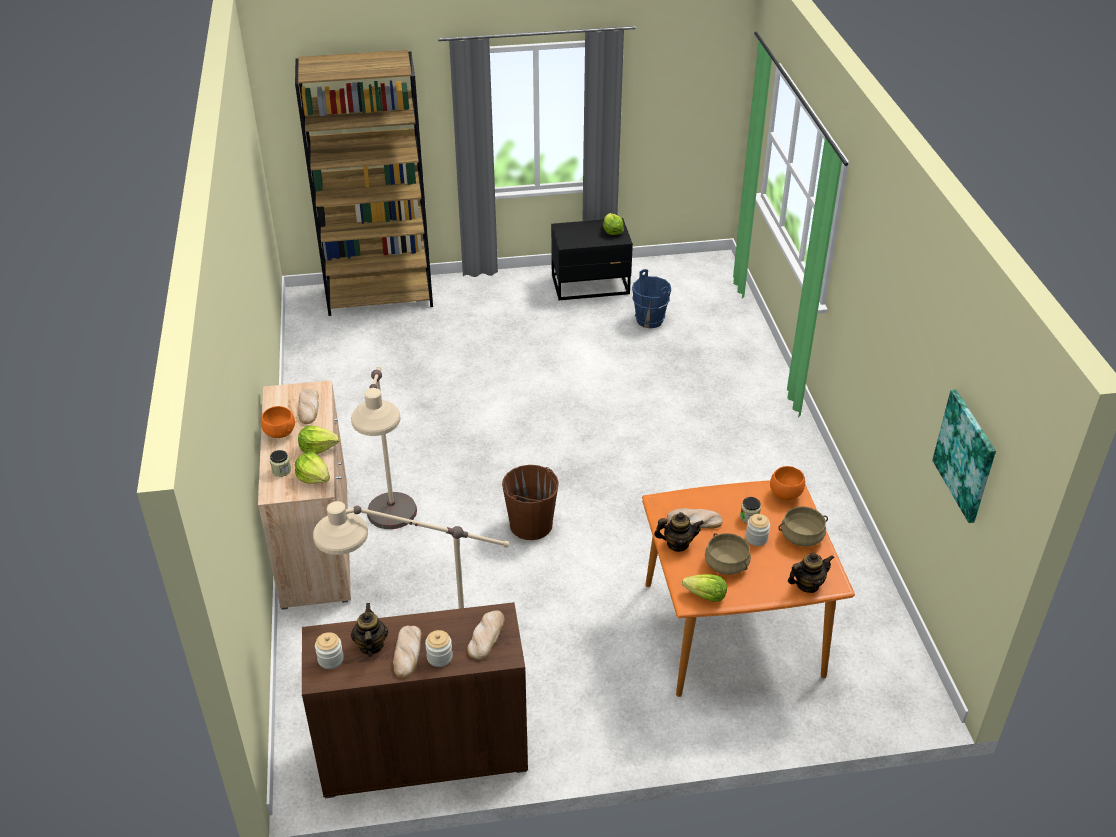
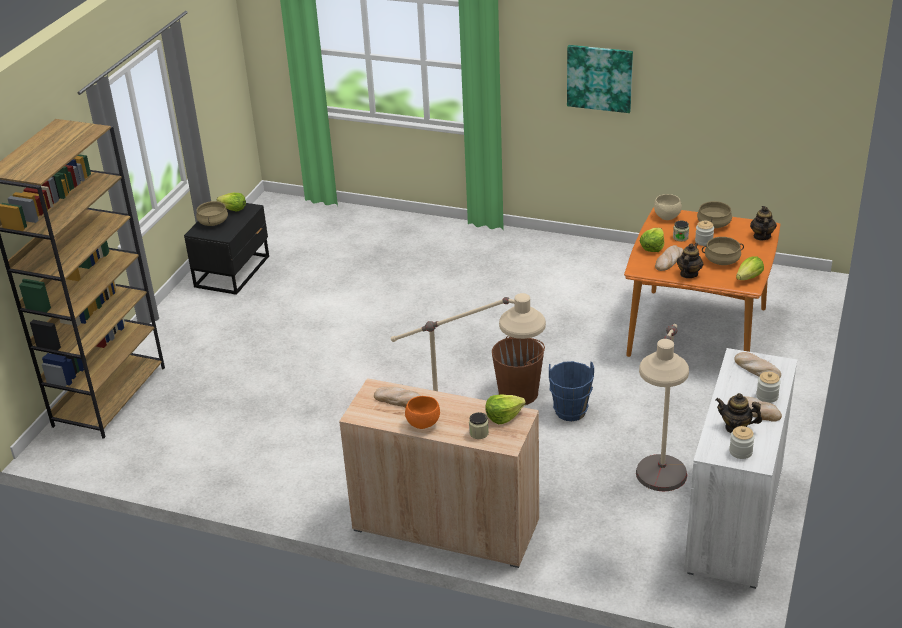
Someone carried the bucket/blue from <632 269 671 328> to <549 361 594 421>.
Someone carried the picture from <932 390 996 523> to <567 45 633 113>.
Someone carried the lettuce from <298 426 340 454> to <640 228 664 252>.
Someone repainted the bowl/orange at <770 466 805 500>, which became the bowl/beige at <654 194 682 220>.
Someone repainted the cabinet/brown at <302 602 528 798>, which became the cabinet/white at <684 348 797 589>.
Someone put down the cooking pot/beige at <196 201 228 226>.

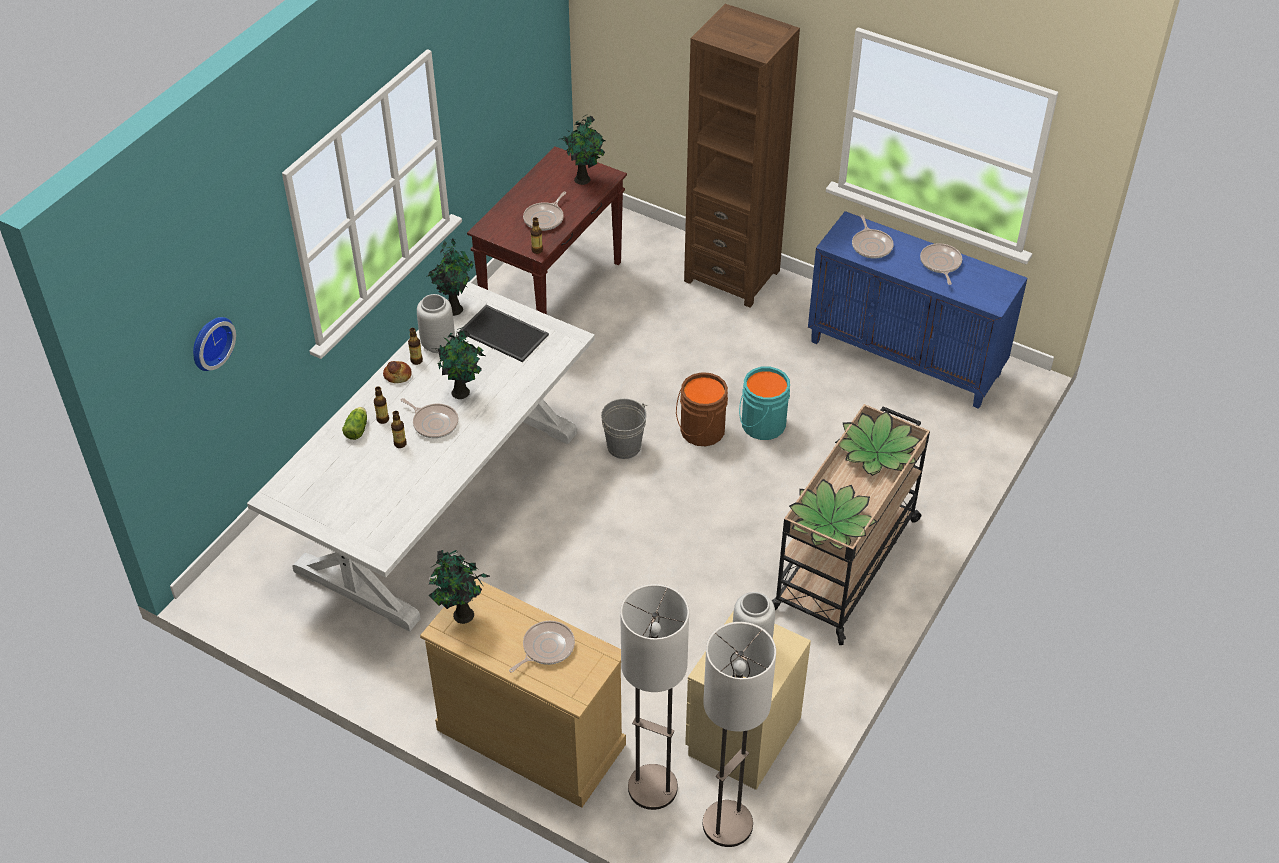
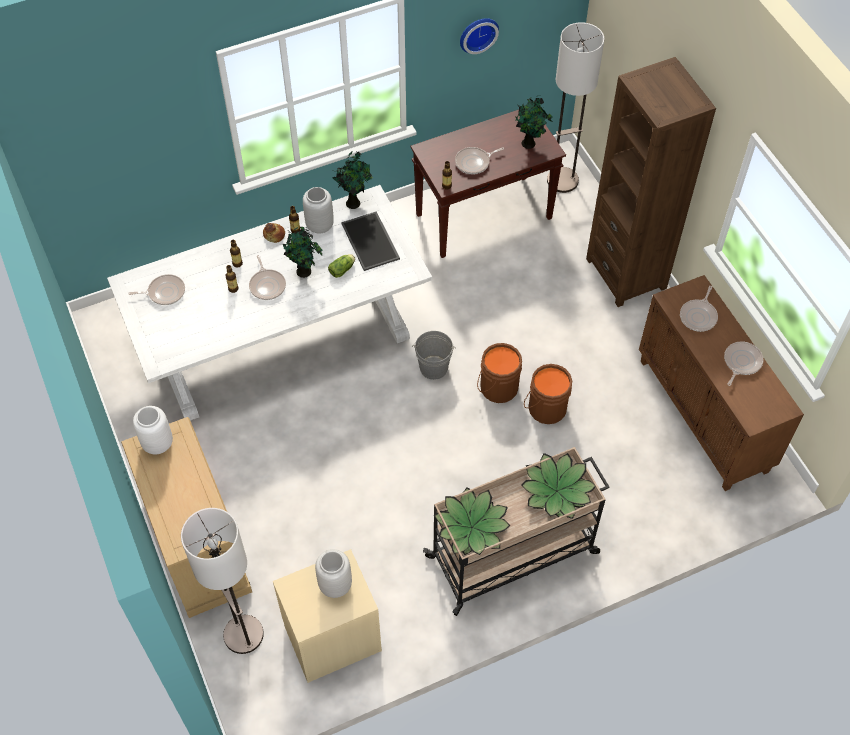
Someone repainted the cabinet/blue at <808 211 1028 409>, which became the cabinet/brown at <639 275 804 491>.
Someone carried the wall clock from <193 317 236 371> to <460 18 499 54>.
Someone repainted the bucket/turquoise at <739 367 790 440>, which became the bucket/brown at <524 364 572 424>.
Someone carried the lettuce from <342 407 367 440> to <328 254 355 278>.
Someone swapped the potted plant at <429 550 490 624> for the vase/white at <133 406 173 454>.
Someone carried the frying pan from <509 621 575 673> to <128 274 185 305>.
Someone carried the floor lamp from <703 622 776 847> to <547 22 605 193>.

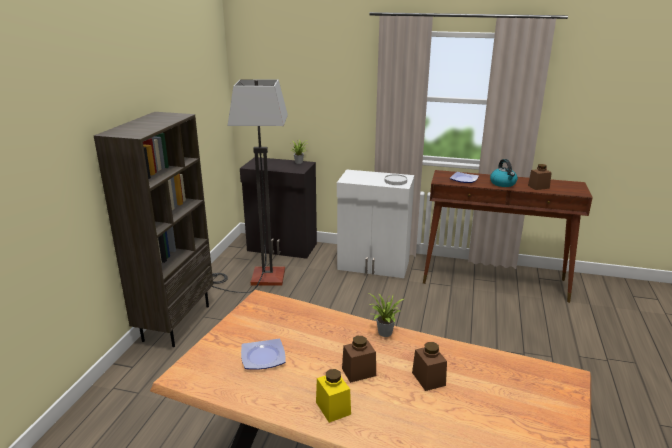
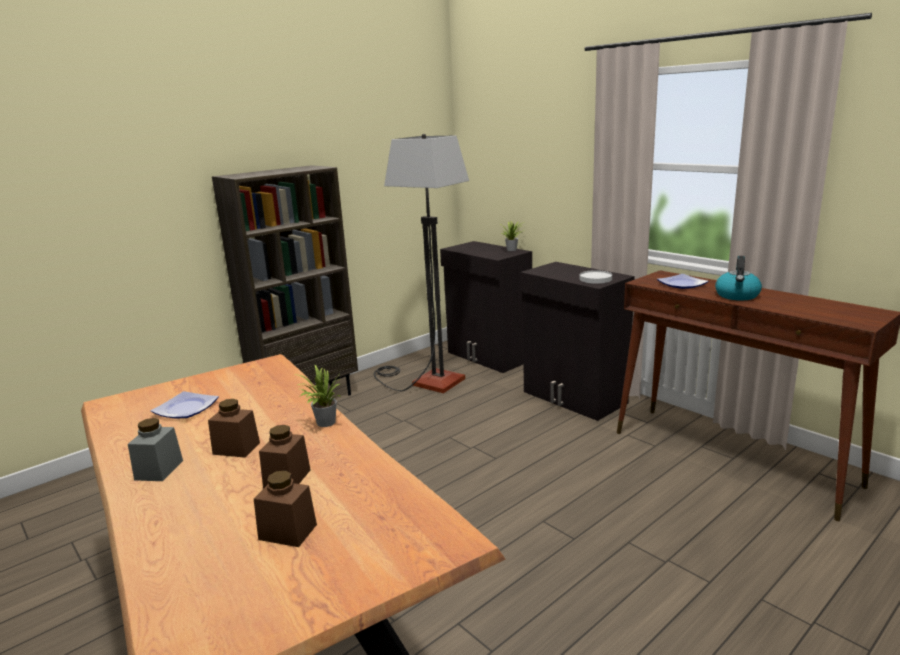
Someone carried the jar/brown from <528 164 552 190> to <254 471 317 547>.
Someone repainted the cabinet/white at <337 169 415 278>, which became the cabinet/black at <520 262 635 421>.
Someone repainted the jar/yellow at <316 369 351 423>, which became the jar/grey at <128 418 183 481>.

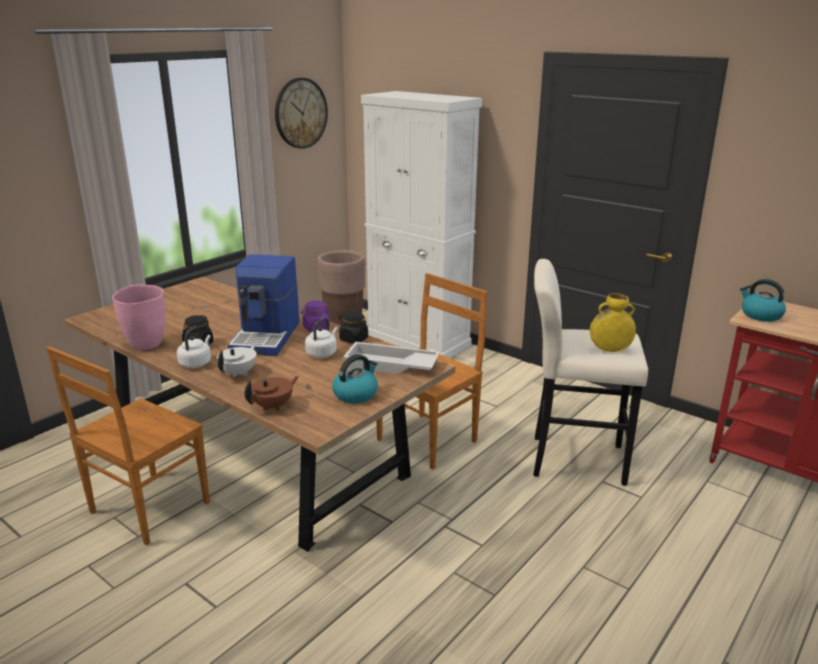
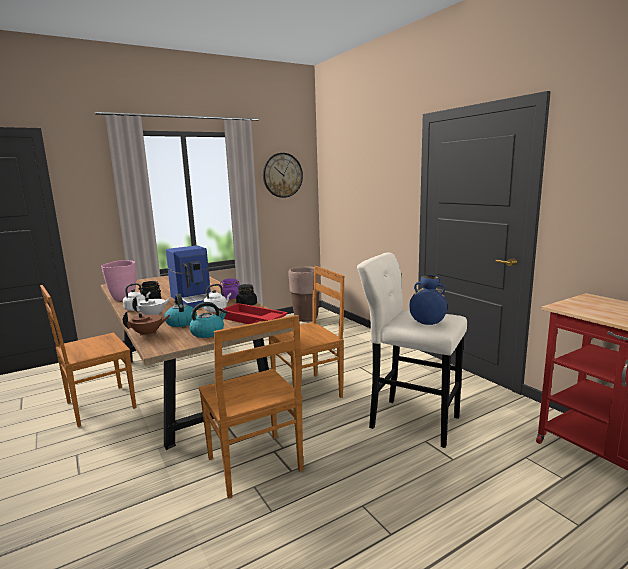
Someone took away the cabinet/white at <361 91 482 358>.
Someone rotated the coffee machine at <228 254 300 356> by 60 degrees counterclockwise.
Someone carried the kettle from <740 279 786 322> to <164 294 197 327>.
Someone repainted the vase/yellow at <590 293 636 352>, which became the vase/blue at <409 275 447 325>.
Someone repainted the tray/white at <343 342 440 374>, which became the tray/red at <219 303 288 324>.
Someone put down the chair/brown at <198 315 303 499>.

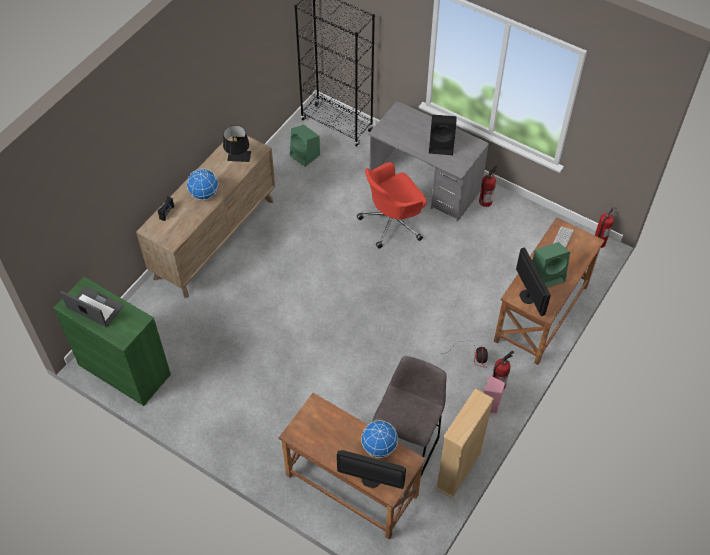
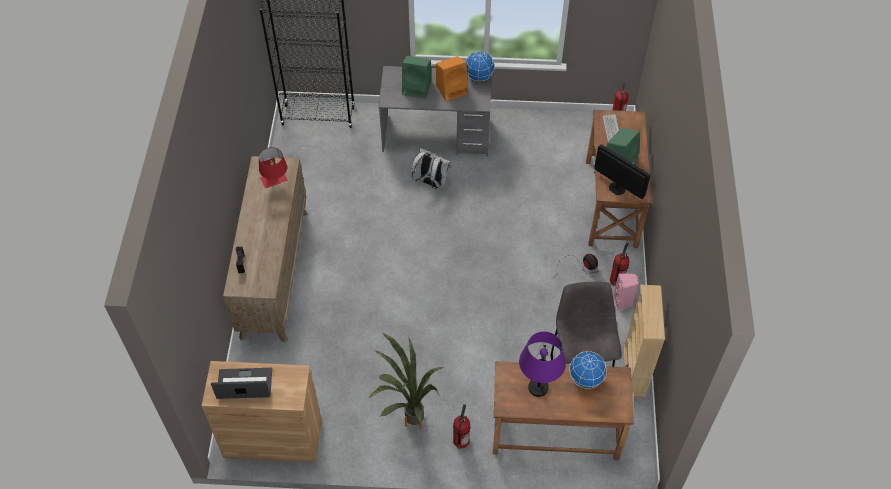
Someone repainted the speaker/black at <429 115 456 155>, which became the speaker/orange at <436 56 468 101>.
Someone repainted the table lamp/black at <223 125 251 162>, which became the table lamp/red at <259 147 288 189>.
Someone carried the speaker/green from <290 125 320 167> to <402 56 431 99>.
Someone swapped the office chair/red at <357 162 427 249> for the backpack/white at <412 148 451 189>.
Someone carried the fire extinguisher from <479 165 498 207> to <453 404 470 449>.
Someone carried the globe from <187 169 218 200> to <466 51 495 82>.
Someone repainted the cabinet/green at <53 277 171 406>, which became the cabinet/brown at <202 361 322 463>.
Someone took away the monitor at <337 450 406 489>.
Someone put down the table lamp/purple at <519 331 566 397>.
Someone put down the potted plant at <369 333 443 429>.

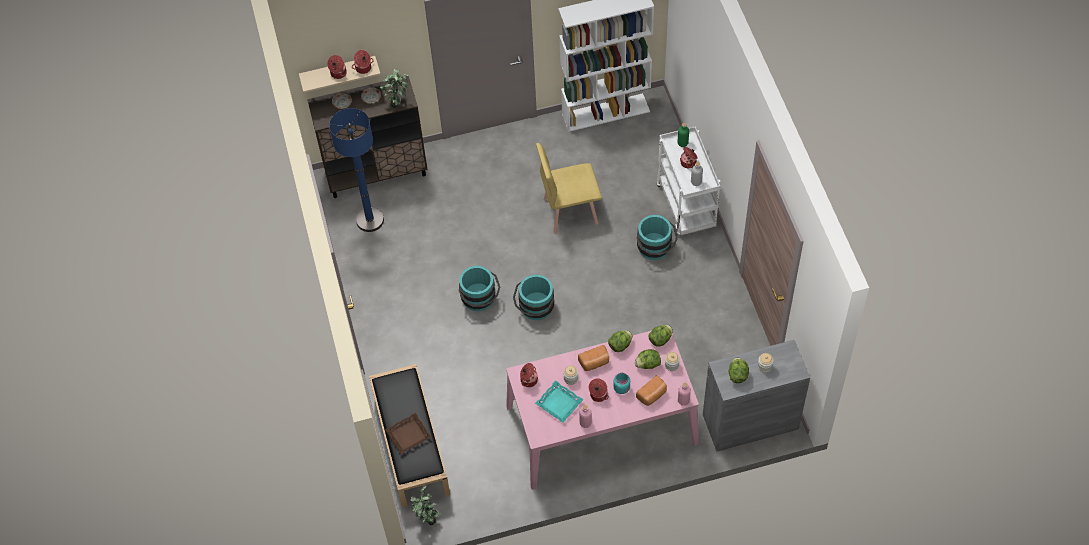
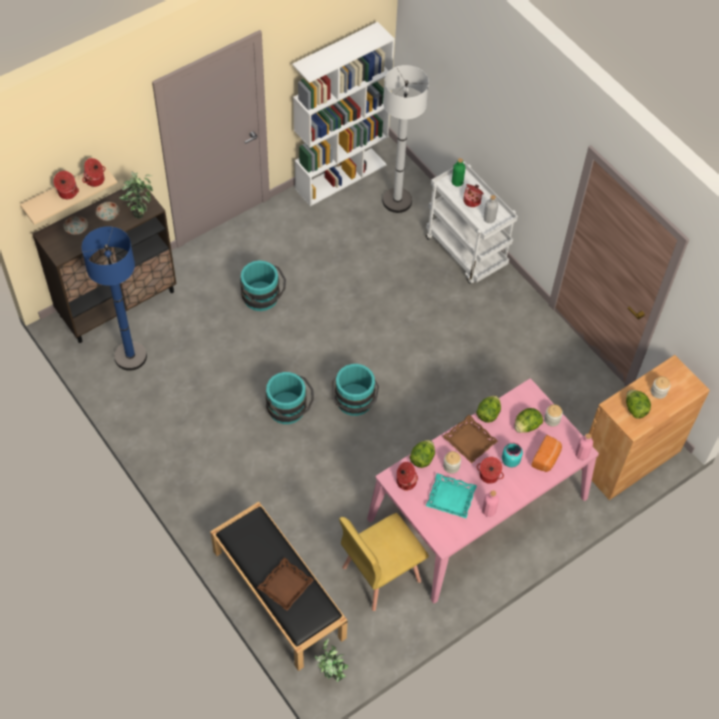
Someone carried the chair/yellow from <536 143 602 234> to <339 513 429 611>.
Someone carried the bucket/turquoise from <637 215 678 260> to <240 261 286 311>.
Someone carried the lettuce from <649 325 673 347> to <410 440 435 468>.
Someone repainted the cabinet/grey at <703 340 810 452>, which became the cabinet/brown at <581 355 710 500>.
Someone swapped the bread at <578 345 609 371> for the tray/brown at <442 415 498 464>.
Someone put down the floor lamp/white at <383 65 429 213>.

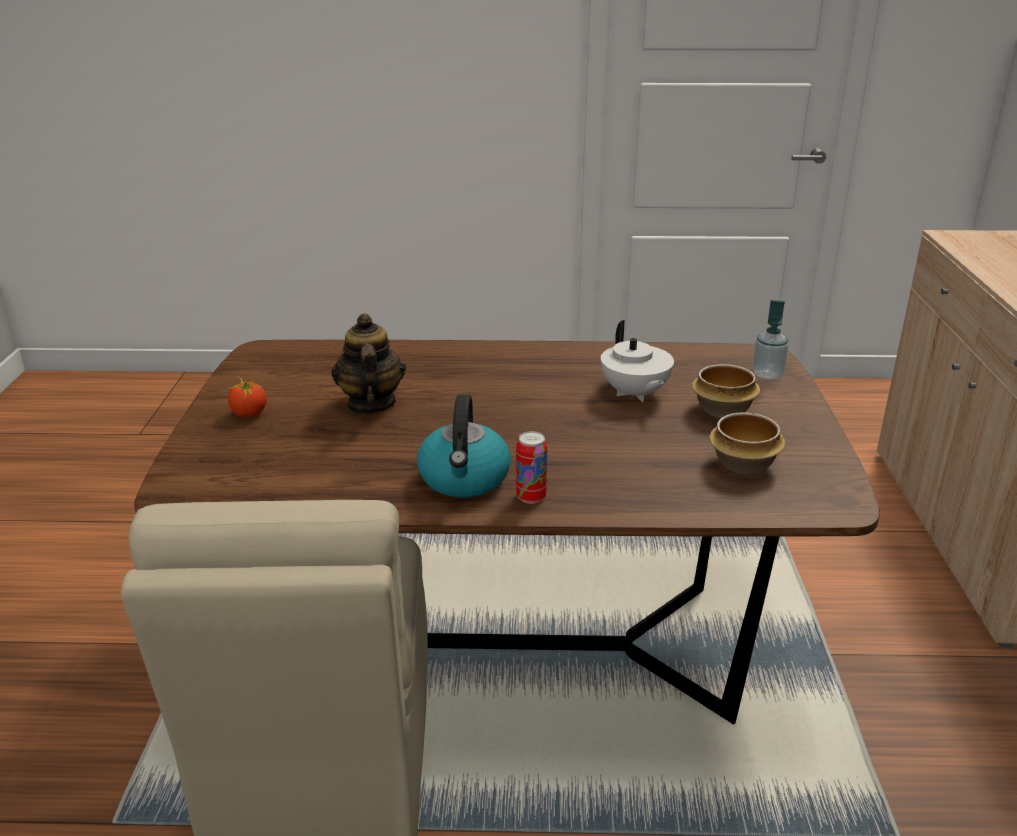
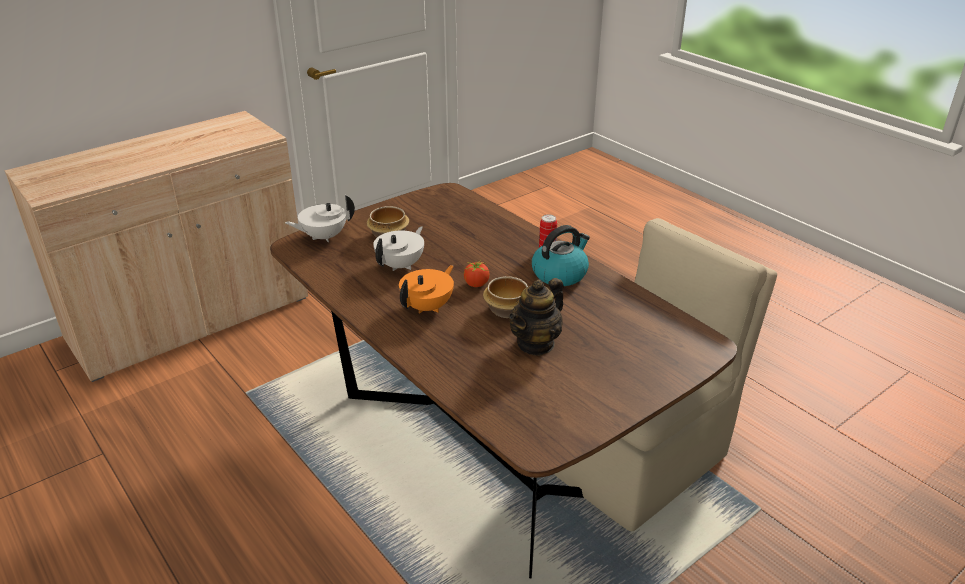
Someone swapped the soap dispenser at <752 300 789 380> for the teapot/white at <285 195 355 242>.
Someone carried the tomato from <225 376 267 417> to <464 260 490 287>.
Someone carried the bowl from <709 412 786 474> to <483 276 528 318>.
Someone put down the teapot/orange at <399 265 454 313>.

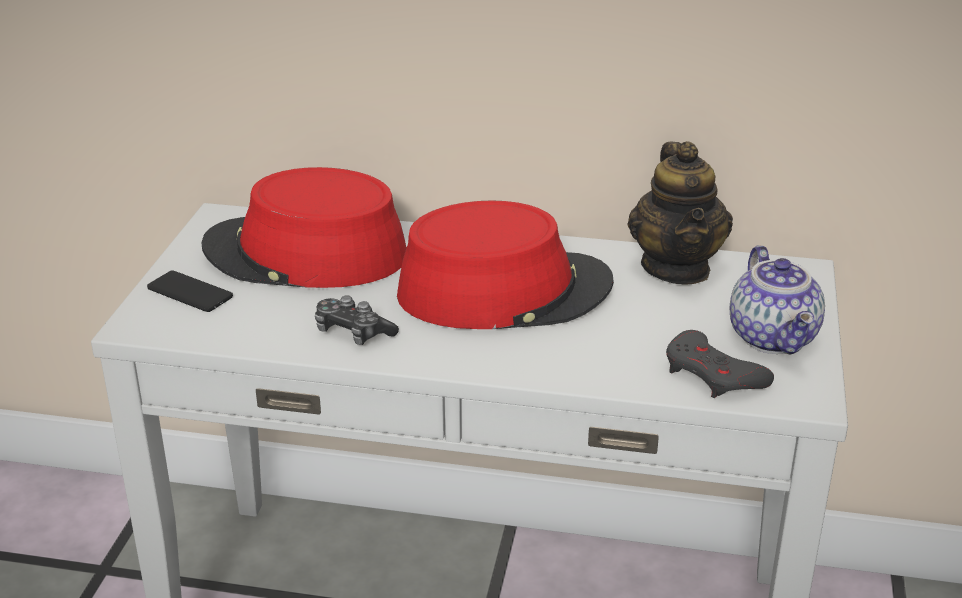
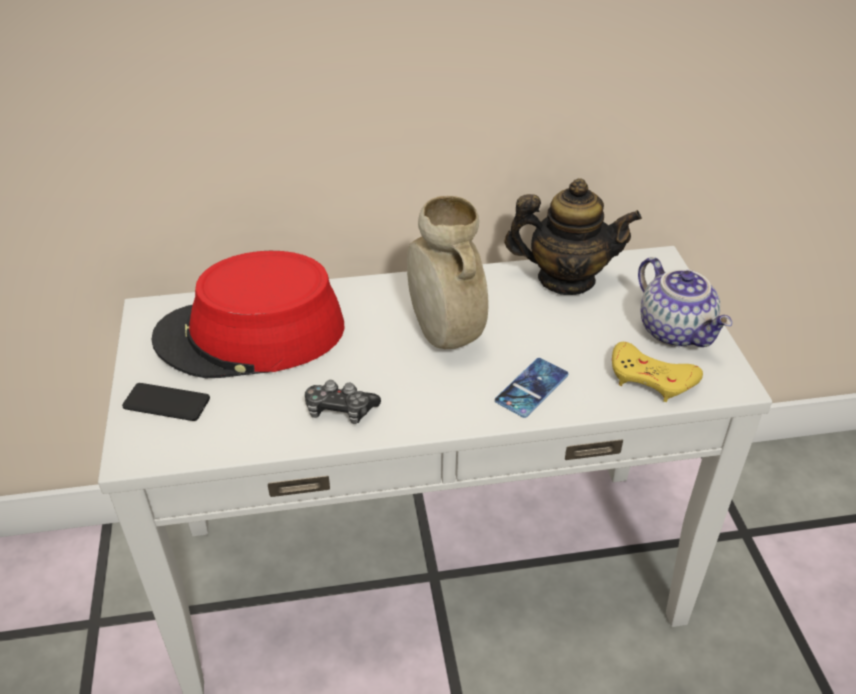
Someone rotated the teapot at <627 141 733 285> by 60 degrees counterclockwise.
Someone swapped the hat/red at <397 200 614 329> for the vase/beige at <407 196 489 349>.
Someone repainted the game controller/grey at <666 330 774 398>, which became the game controller/yellow at <612 342 703 402>.
Someone put down the phone at <495 358 569 418>.

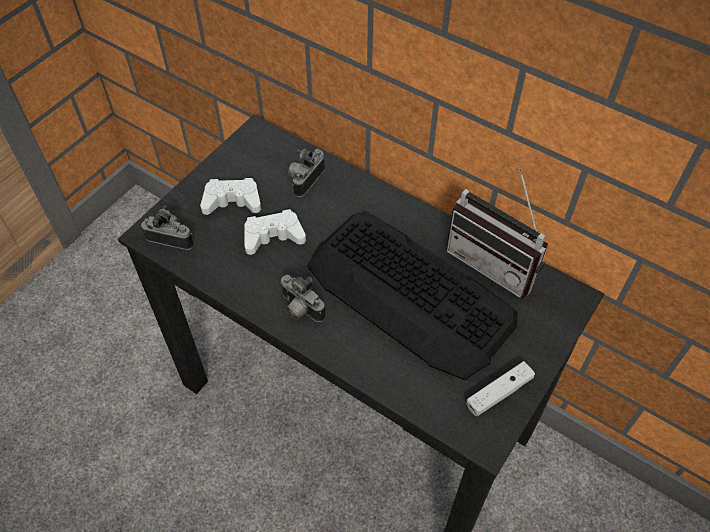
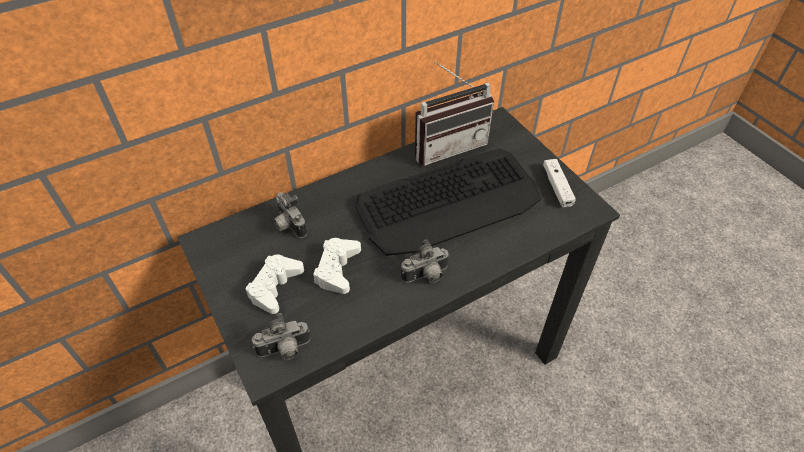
Someone rotated the photo camera at <141 205 194 250> by 150 degrees counterclockwise.

